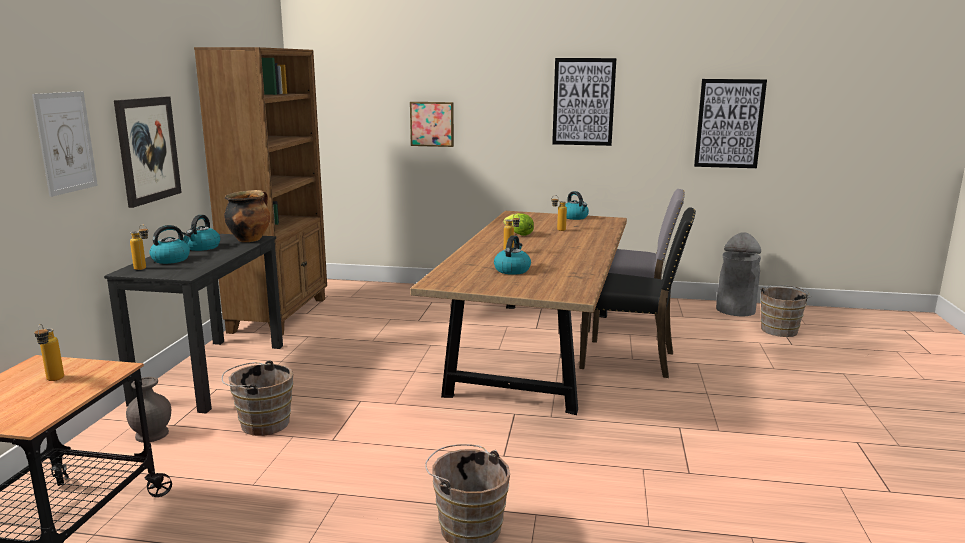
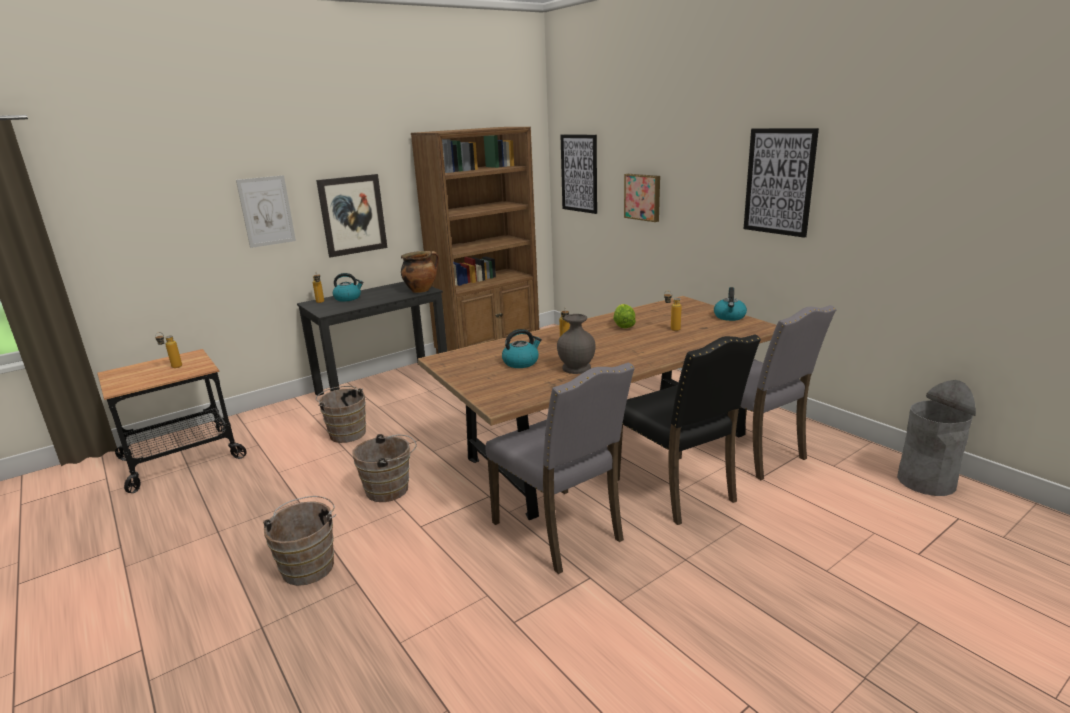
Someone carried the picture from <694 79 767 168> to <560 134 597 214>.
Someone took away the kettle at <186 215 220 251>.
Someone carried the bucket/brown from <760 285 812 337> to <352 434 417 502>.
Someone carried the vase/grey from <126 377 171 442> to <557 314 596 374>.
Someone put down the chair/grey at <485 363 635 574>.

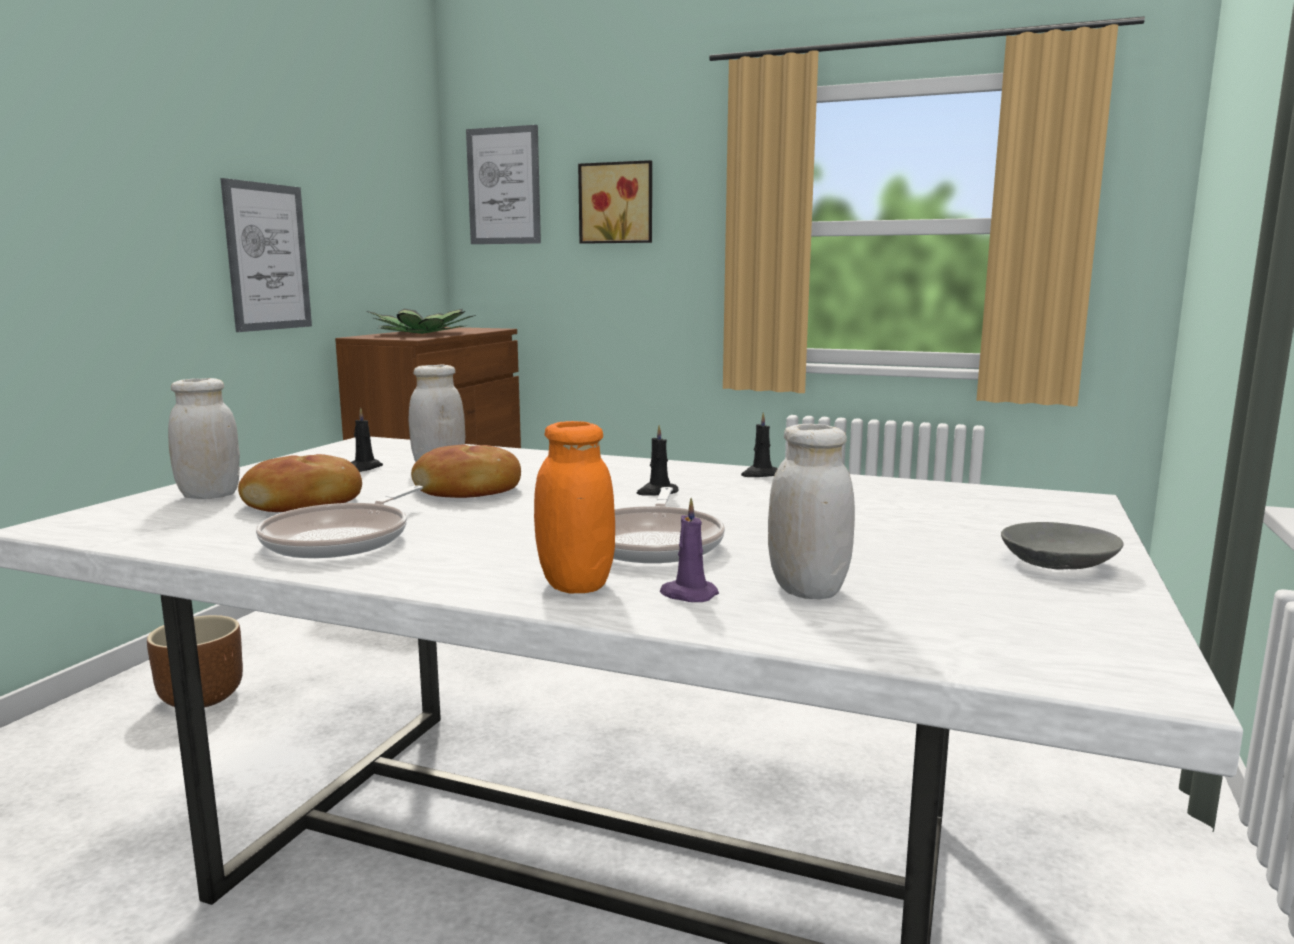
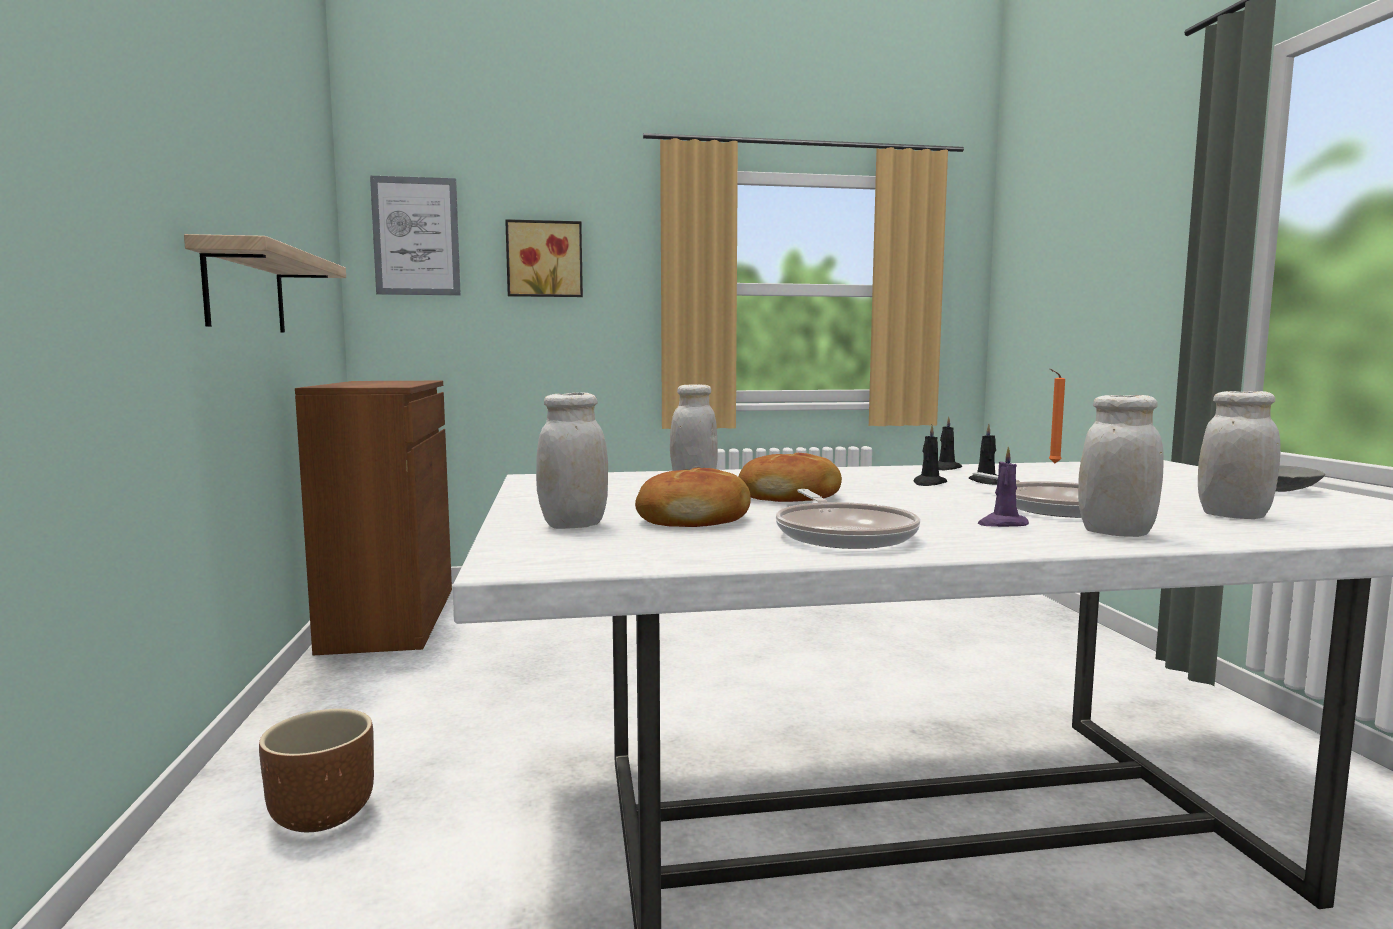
Someone swapped the picture at <220 178 312 332> for the shelf at <184 234 346 333>.
Someone took away the potted plant at <367 309 476 334>.
Someone carried the candle/black from <351 407 383 472> to <969 424 998 485>.
Someone repainted the jar/orange at <534 421 615 593>, which became the jar/white at <1078 395 1164 537>.
Someone carried the candle/purple from <660 498 719 602> to <978 447 1029 527>.
Someone put down the candle/orange at <1049 369 1065 463>.

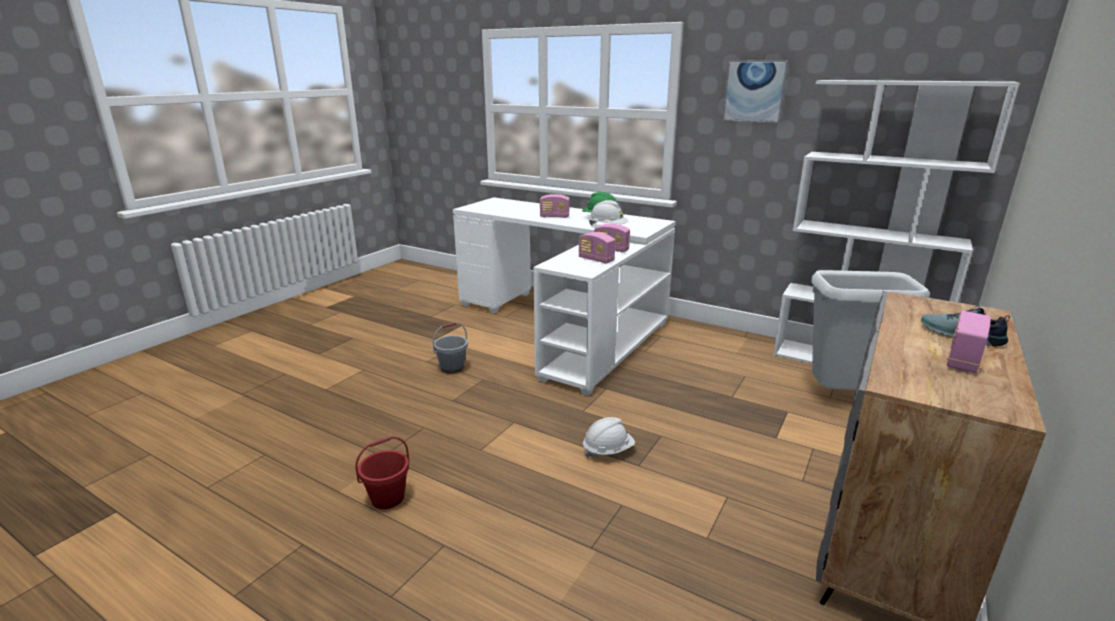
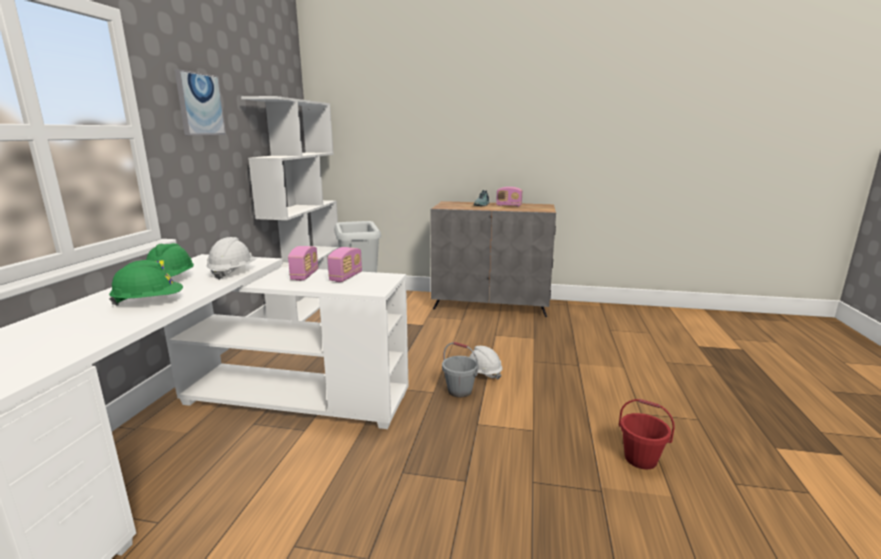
Someone swapped the radio at <540 194 569 218> for the hard hat/green at <109 260 183 306>.
Someone carried the bucket/grey from <433 322 468 373> to <442 342 479 398>.

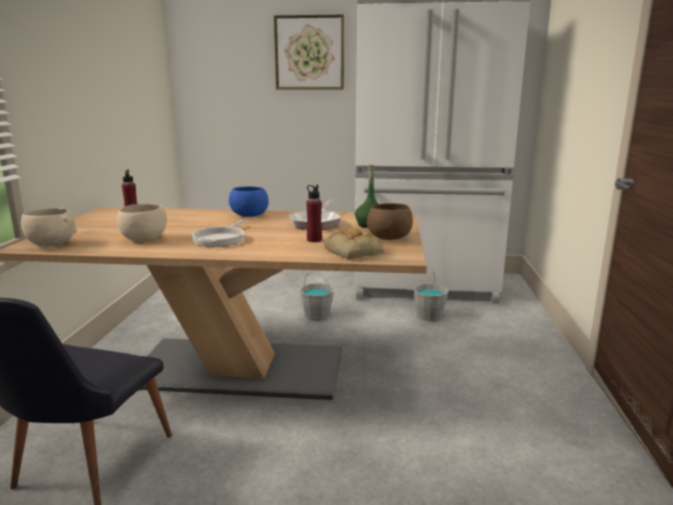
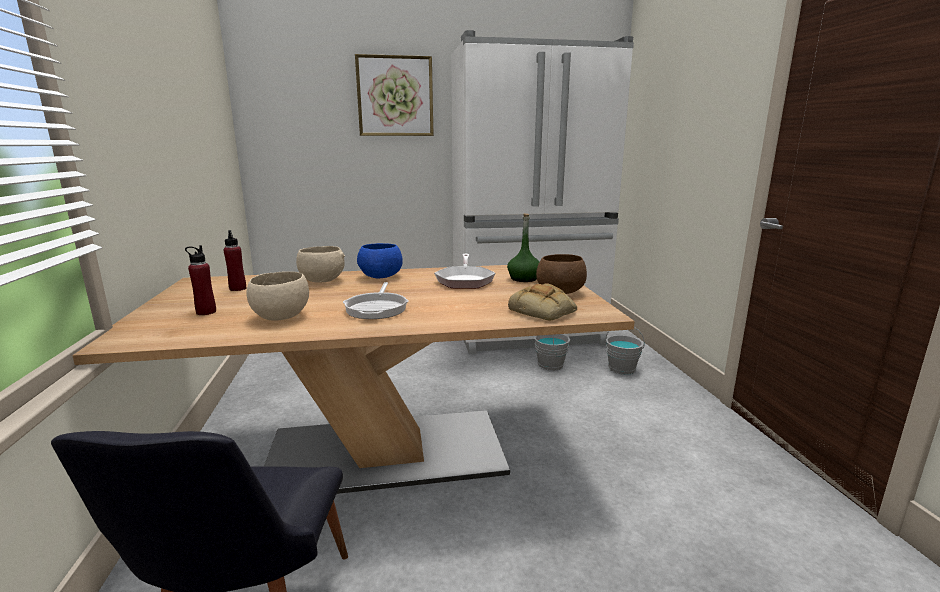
Someone carried the bottle/red from <306 185 322 242> to <185 245 216 315>.
Someone carried the bowl/beige from <21 208 77 246> to <296 246 345 282>.
Someone carried the bucket/grey from <300 272 334 321> to <606 327 645 375>.

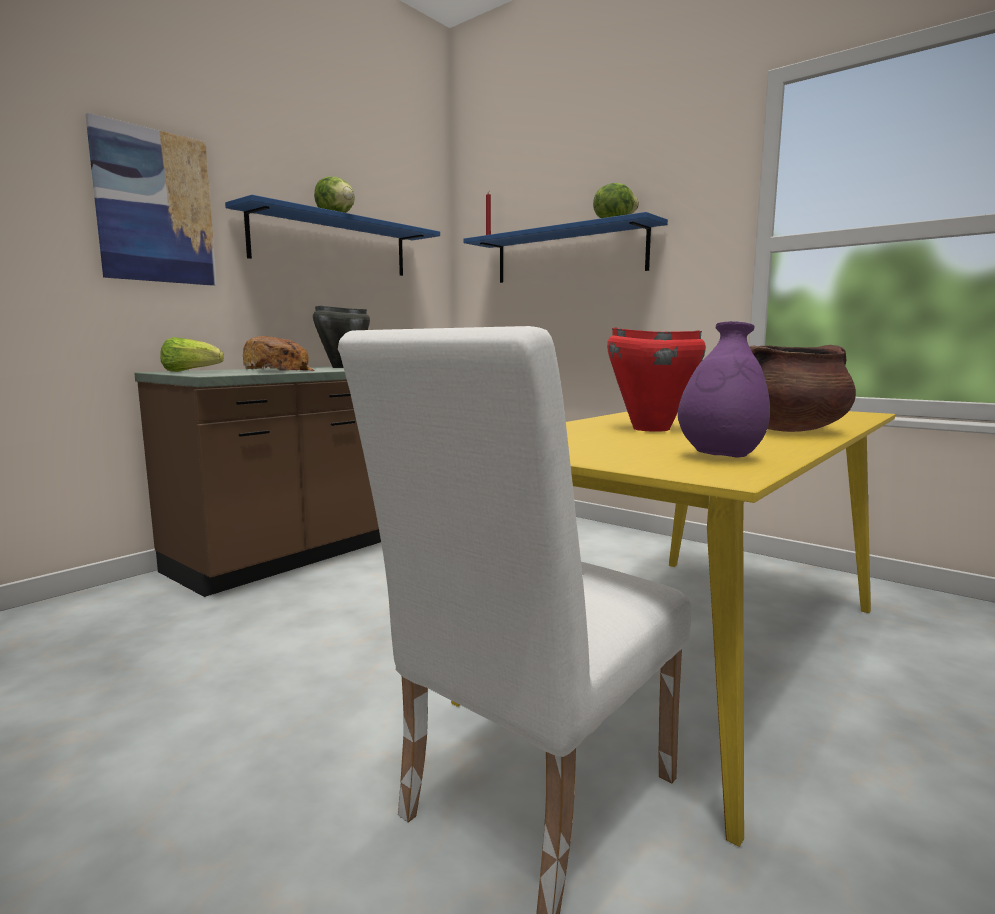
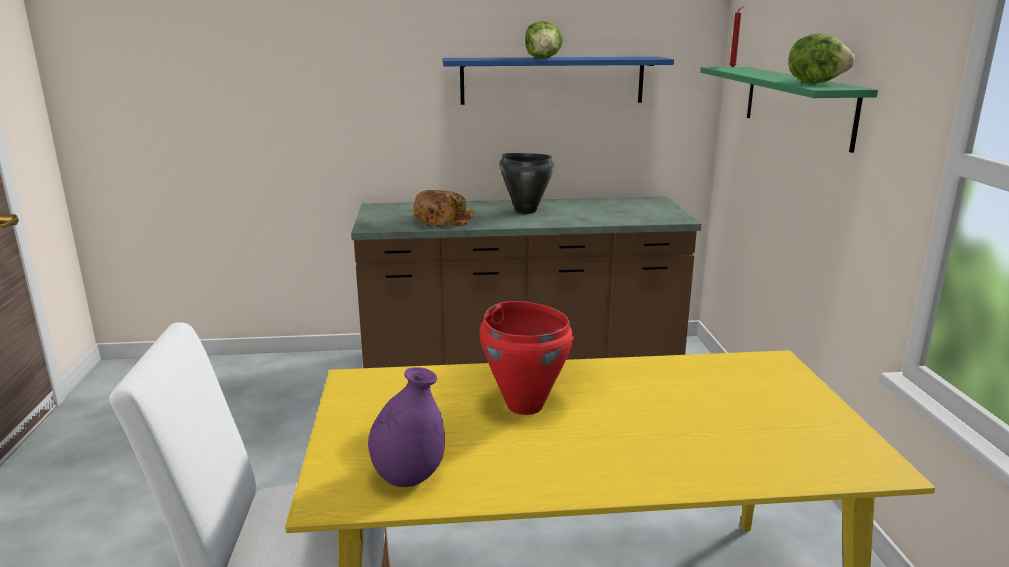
Someone took away the picture at <85 113 217 286>.
Someone repainted the shelf/blue at <463 212 668 283>, which became the shelf/green at <700 67 878 153>.
Someone took away the lettuce at <160 337 224 372>.
Someone took away the cooking pot/brown at <750 345 856 432>.

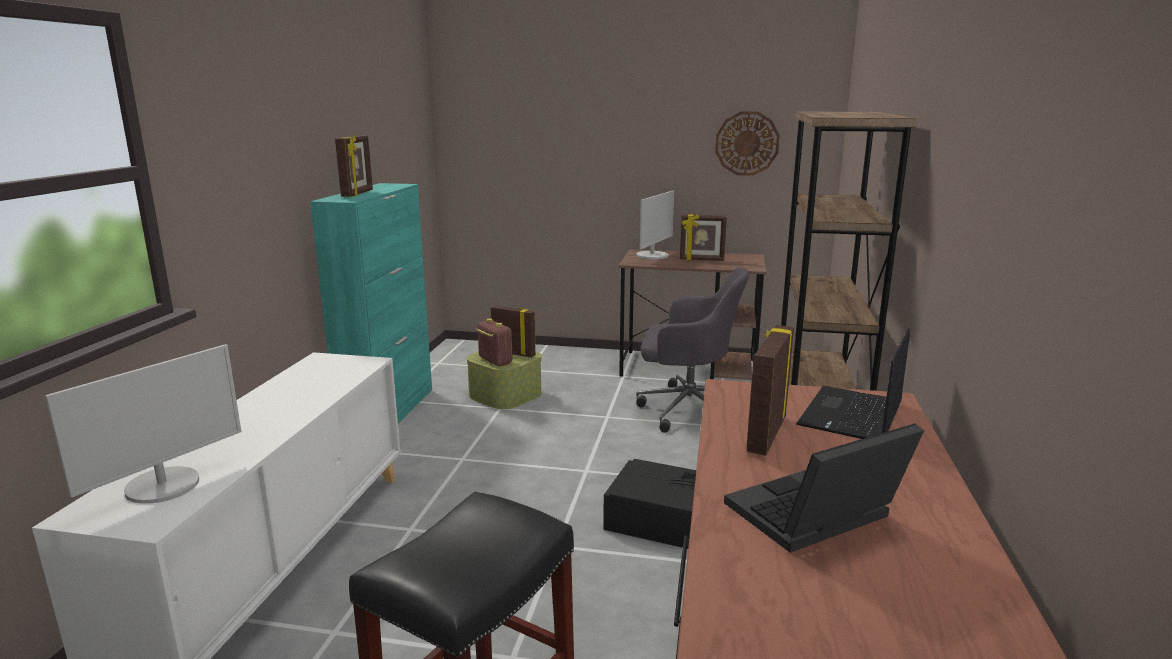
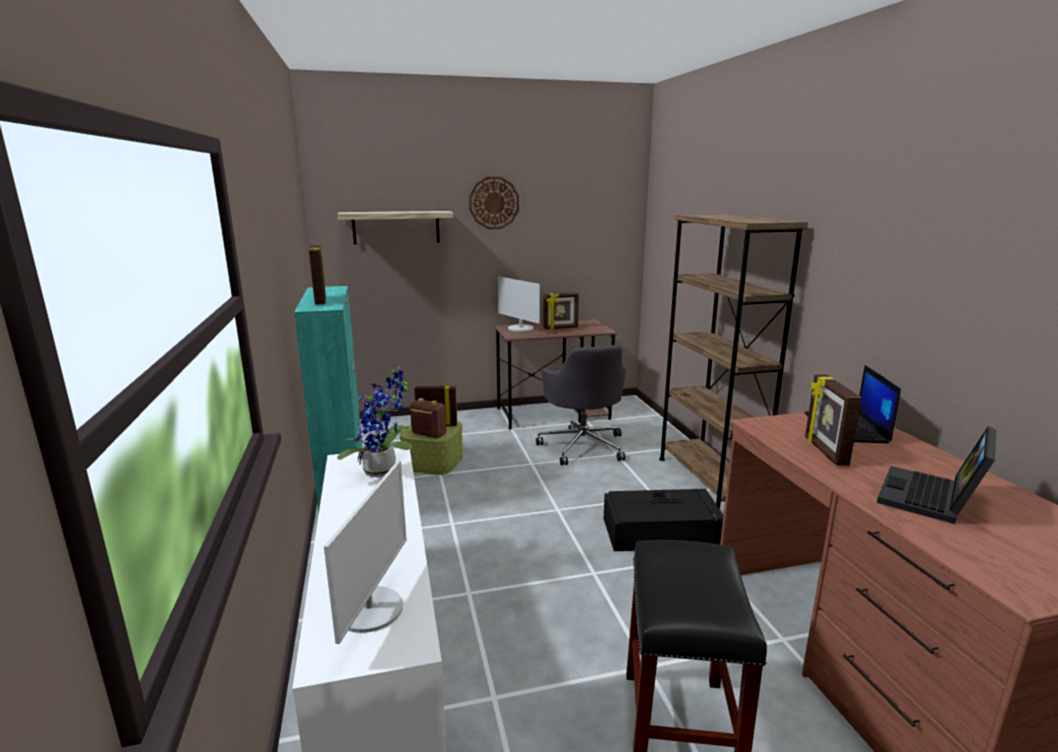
Someone carried the wall clock from <715 111 780 176> to <469 177 519 229>.
Someone rotated the monitor at <637 191 674 259> by 135 degrees clockwise.
Someone rotated the office chair/grey at <636 267 749 432> by 90 degrees clockwise.
Someone put up the shelf at <337 211 453 245>.
Someone put down the potted plant at <337 367 412 477>.

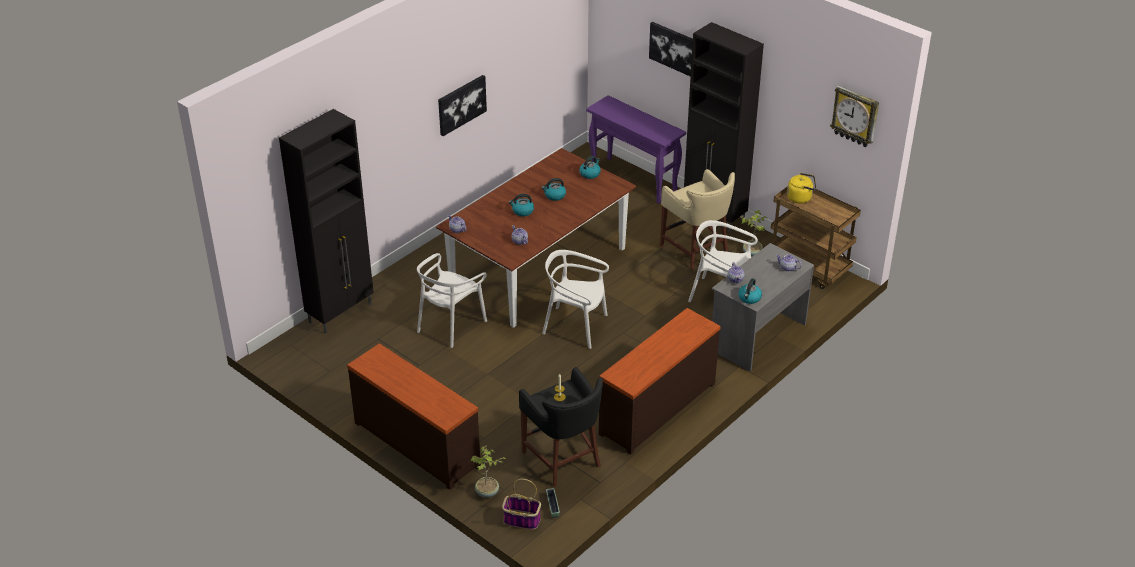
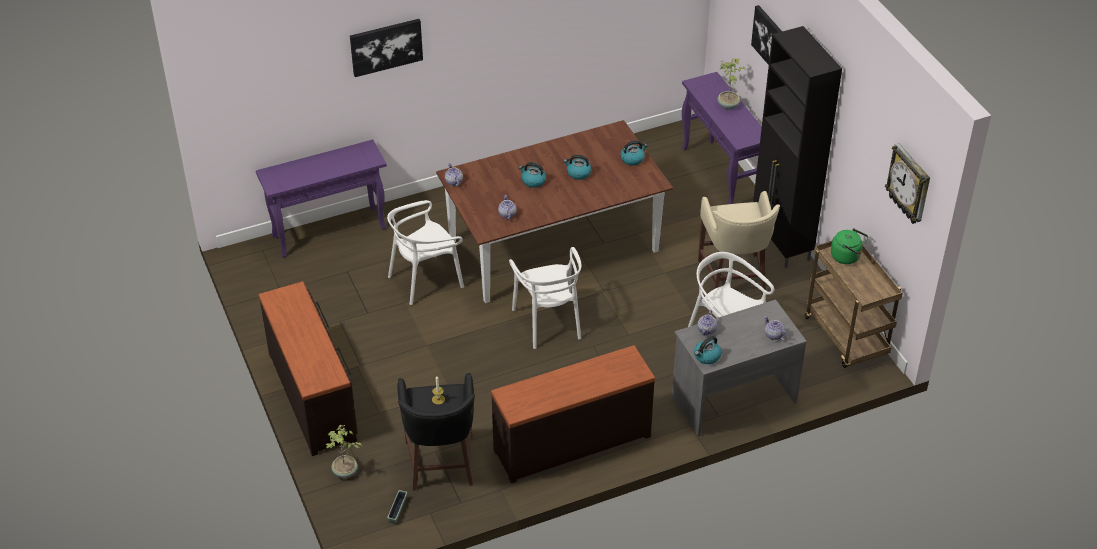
Someone carried the picture from <438 75 487 136> to <350 19 423 77>.
Someone swapped the cabinet/black at <279 109 374 334> for the console table/purple at <256 140 387 258>.
Someone repainted the kettle/yellow at <787 173 816 204>, which became the kettle/green at <831 228 868 264>.
Someone carried the potted plant from <741 210 768 256> to <717 59 746 109>.
Someone rotated the chair/white at <542 250 609 349> by 150 degrees counterclockwise.
Someone took away the basket at <502 479 541 530>.

